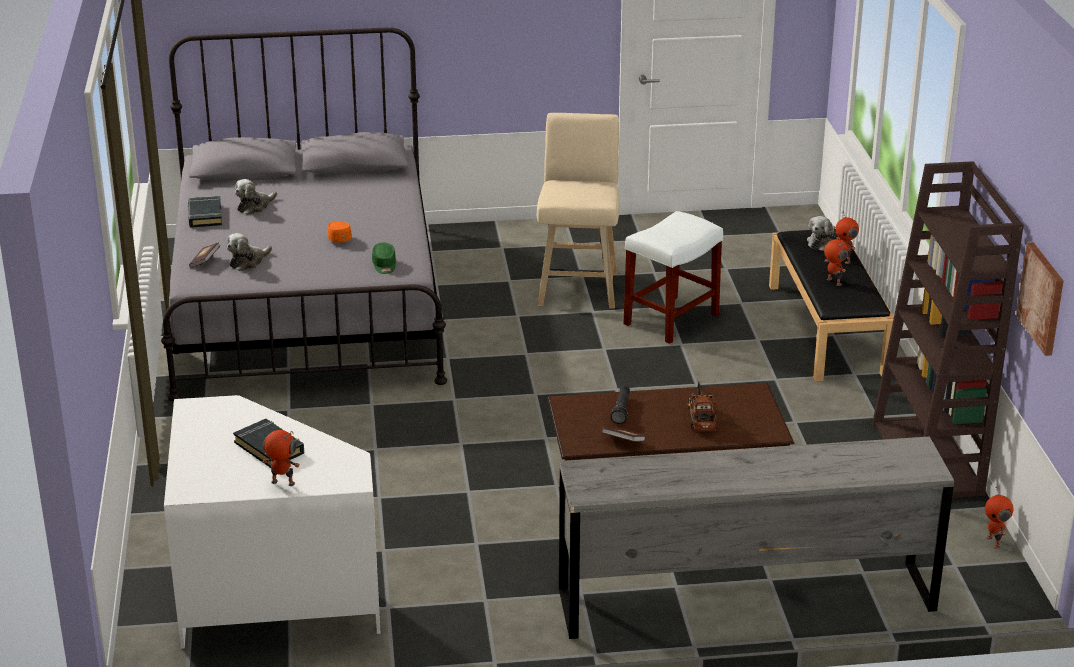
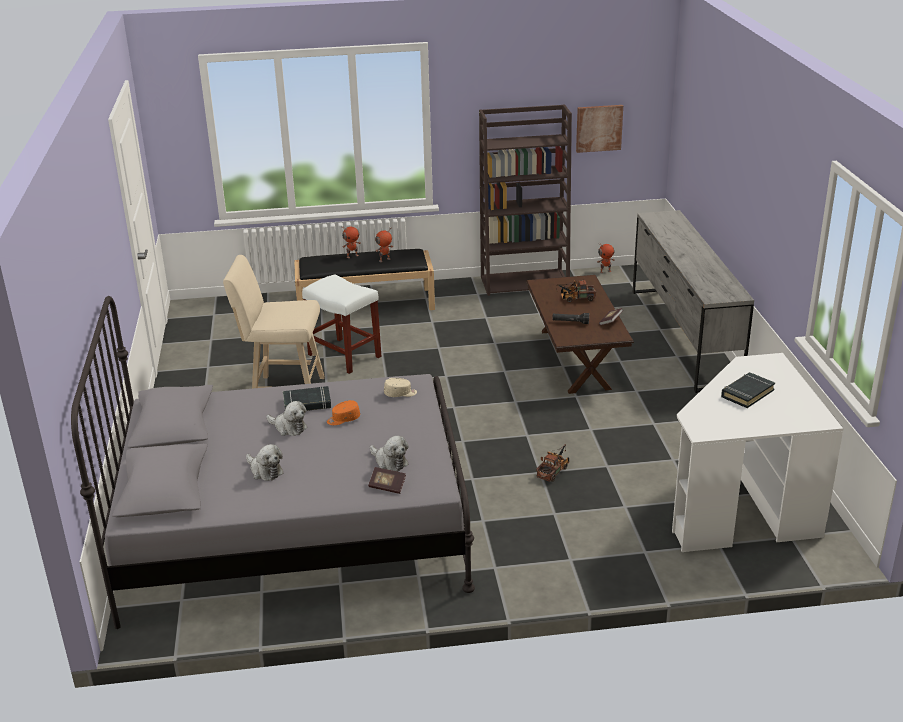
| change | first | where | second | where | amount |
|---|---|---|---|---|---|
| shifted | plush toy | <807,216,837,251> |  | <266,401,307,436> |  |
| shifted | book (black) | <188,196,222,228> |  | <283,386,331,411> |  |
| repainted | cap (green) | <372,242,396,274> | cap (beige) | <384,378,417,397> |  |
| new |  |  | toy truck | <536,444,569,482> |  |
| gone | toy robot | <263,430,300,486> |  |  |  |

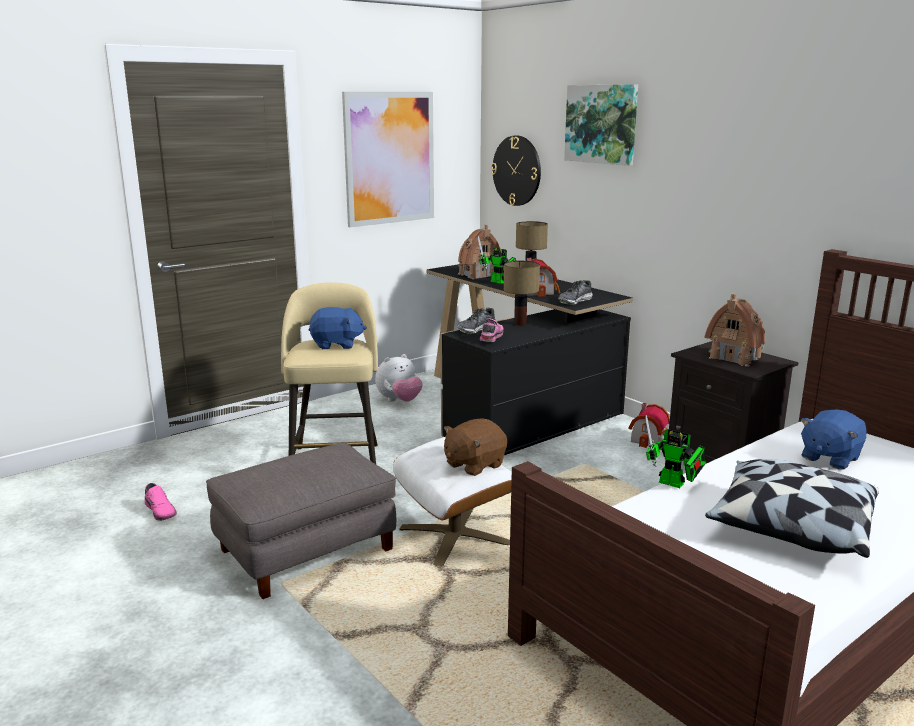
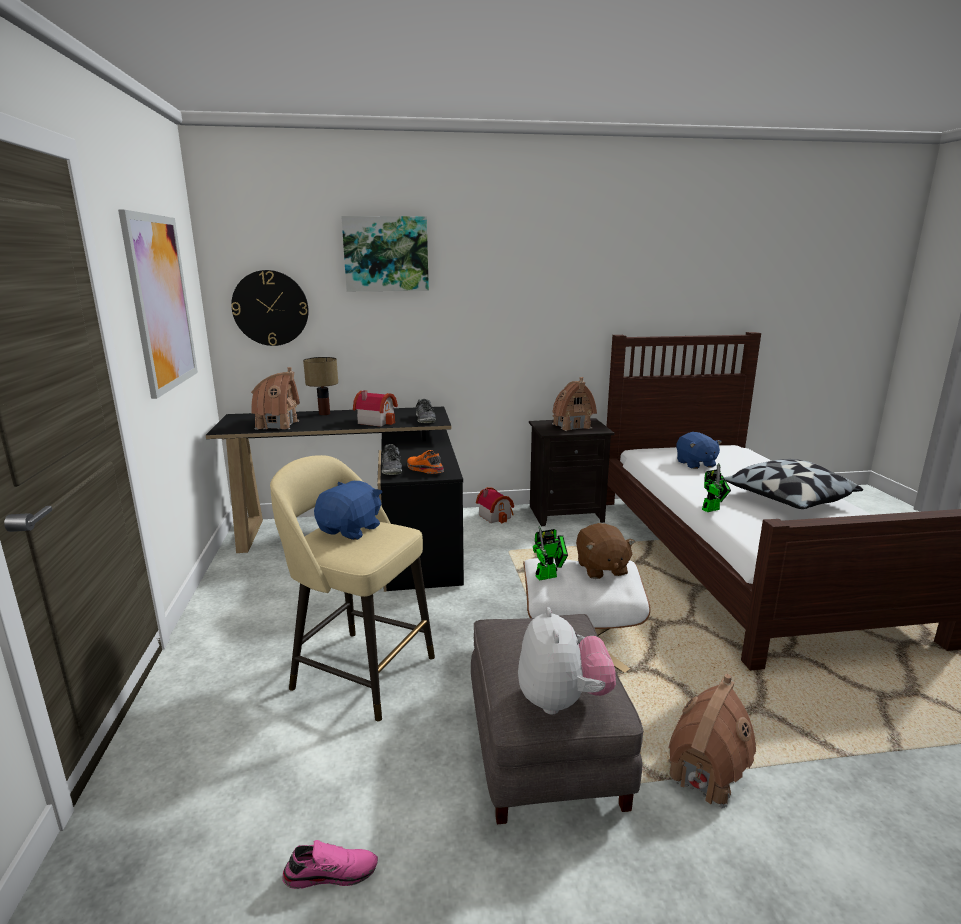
| change | first | where | second | where | amount |
|---|---|---|---|---|---|
| repainted | shoe (pink) | <480,318,504,342> | shoe (orange) | <407,450,444,474> |  |
| shifted | plush toy | <375,354,423,402> |  | <518,607,616,715> |  |
| shifted | toy robot | <478,236,516,284> |  | <533,526,568,581> |  |
| new |  |  | toy house | <668,674,756,808> |  |
| gone | table lamp | <504,261,540,325> |  |  |  |

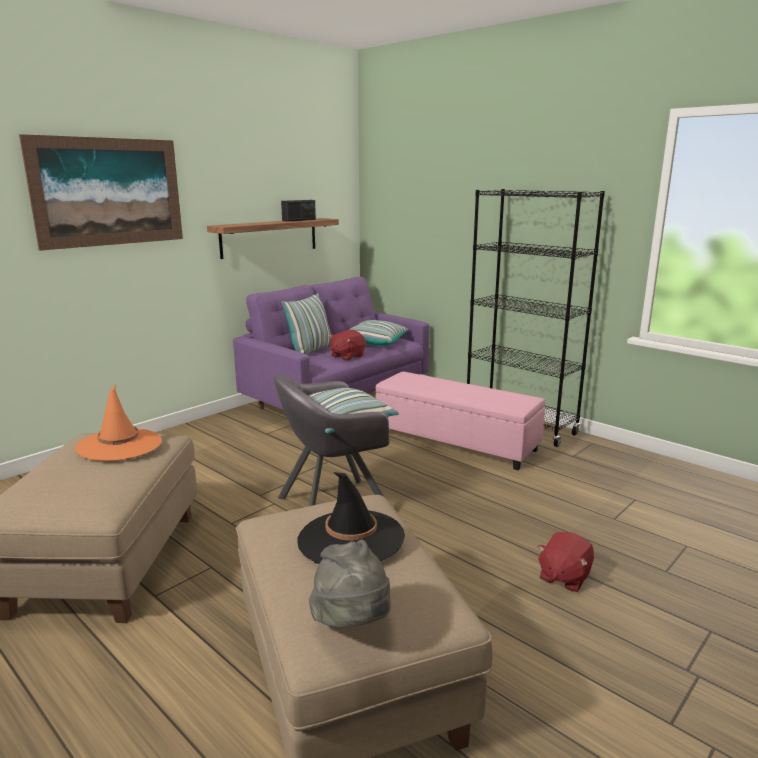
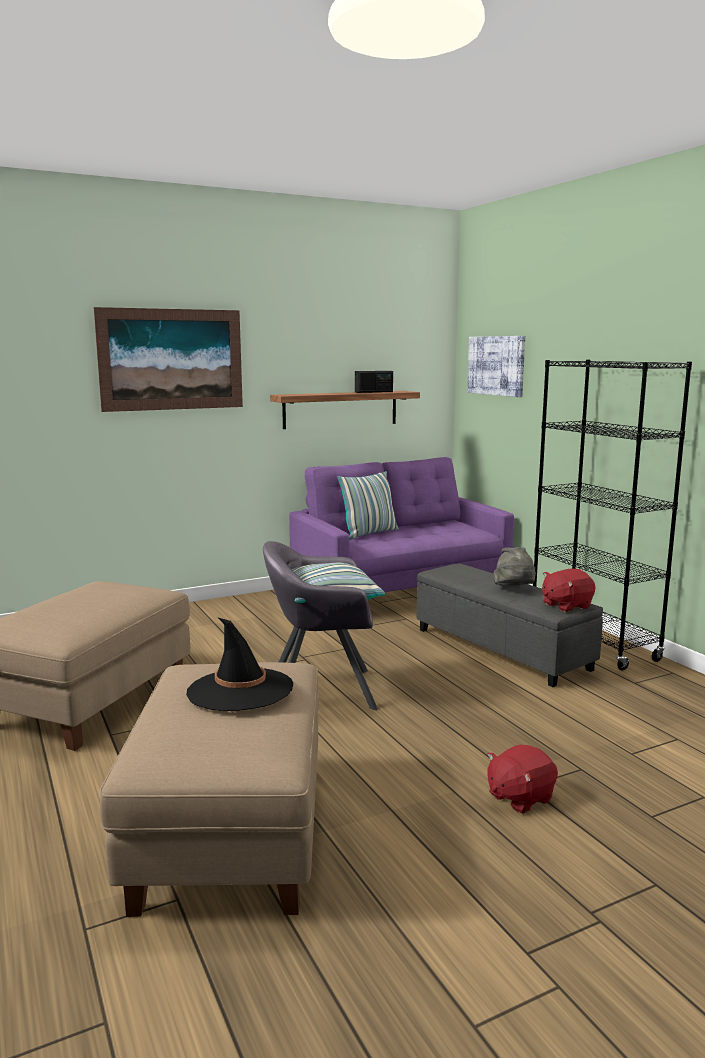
| change | first | where | second | where | amount |
|---|---|---|---|---|---|
| repainted | ottoman (pink) | <376,372,545,470> | ottoman (grey) | <417,563,603,687> |  |
| new |  |  | picture | <467,336,525,397> |  |
| shifted | hat (grey) | <309,539,391,627> |  | <493,547,536,586> |  |
| shifted | plush toy (red) | <329,330,366,361> |  | <542,569,596,612> |  |
| gone | hat (orange) | <75,384,162,461> |  |  |  |
| gone | pillow | <349,320,408,346> |  |  |  |

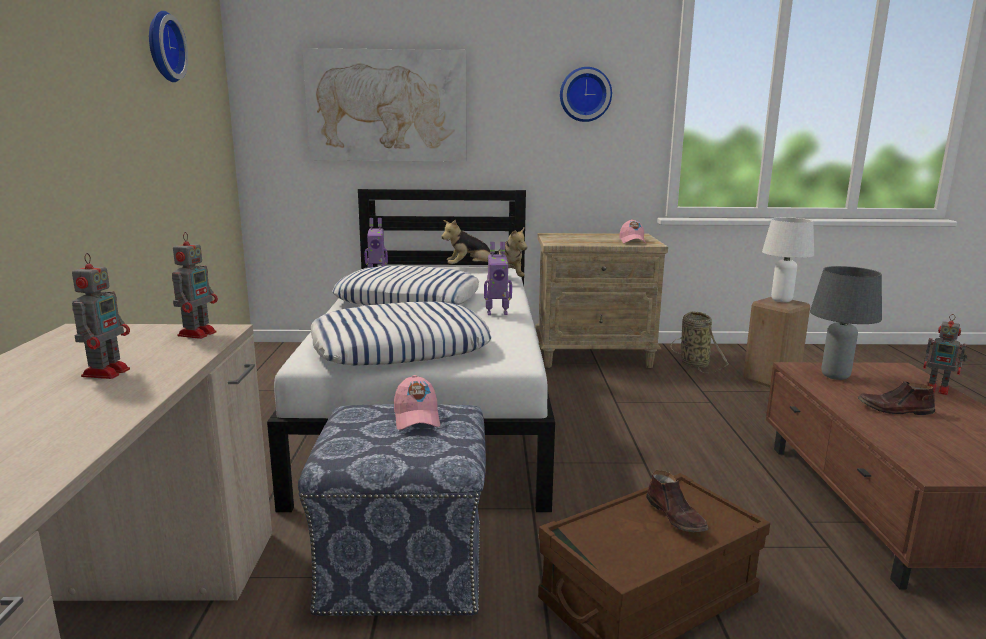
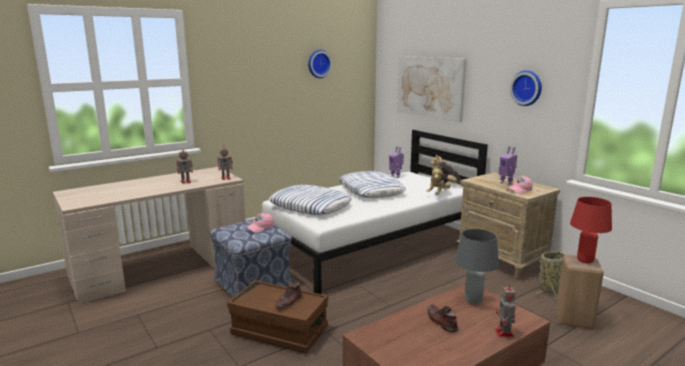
| change | first | where | second | where | amount |
|---|---|---|---|---|---|
| shifted | toy robot | <484,242,512,315> |  | <499,146,517,185> |  |
| repainted | table lamp (white) | <762,217,814,303> | table lamp (red) | <570,197,612,263> |  |

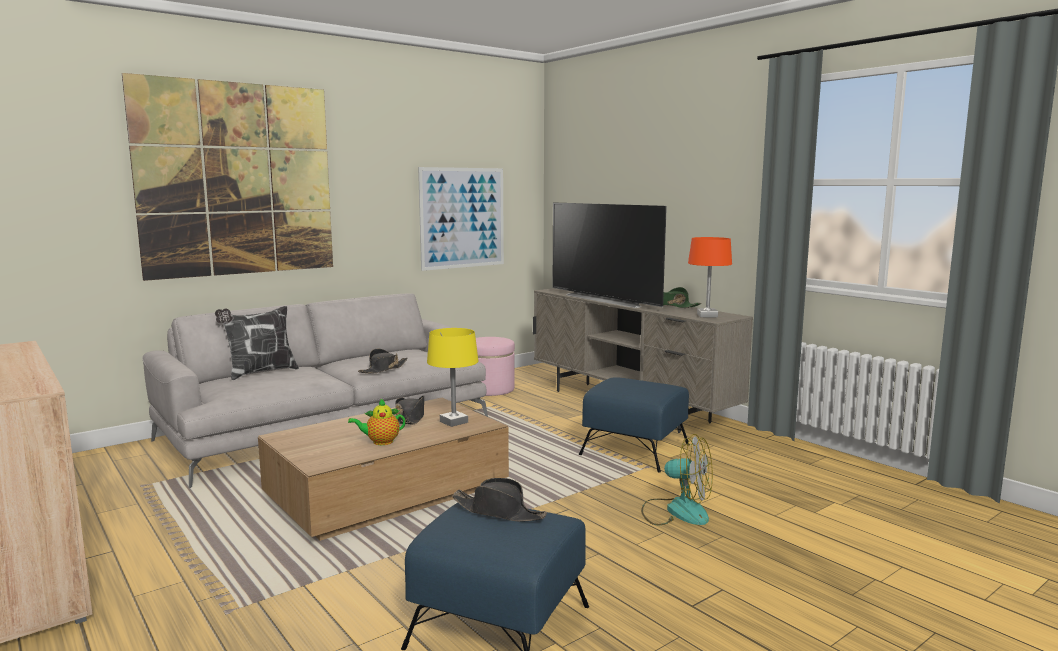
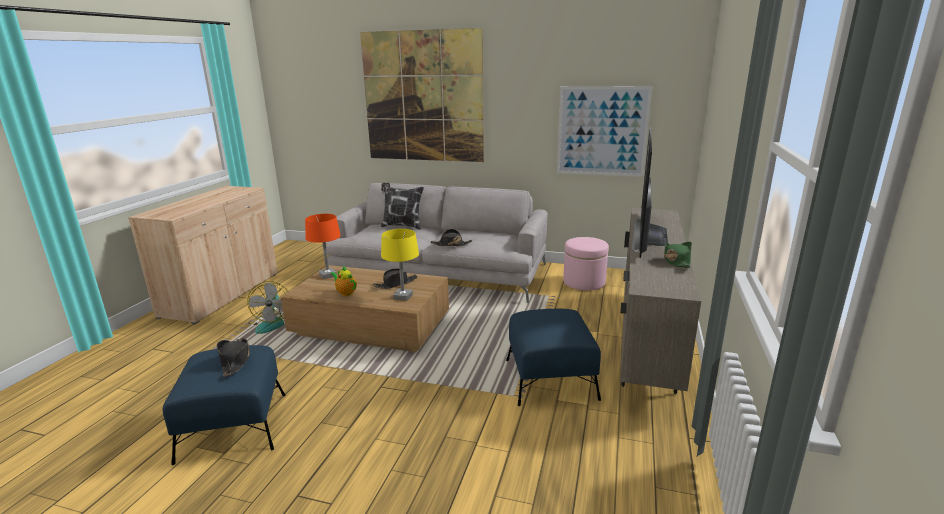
| change | first | where | second | where | amount |
|---|---|---|---|---|---|
| shifted | fan | <641,434,713,525> |  | <247,281,289,334> |  |
| shifted | table lamp (orange) | <688,237,732,317> |  | <305,214,341,279> |  |

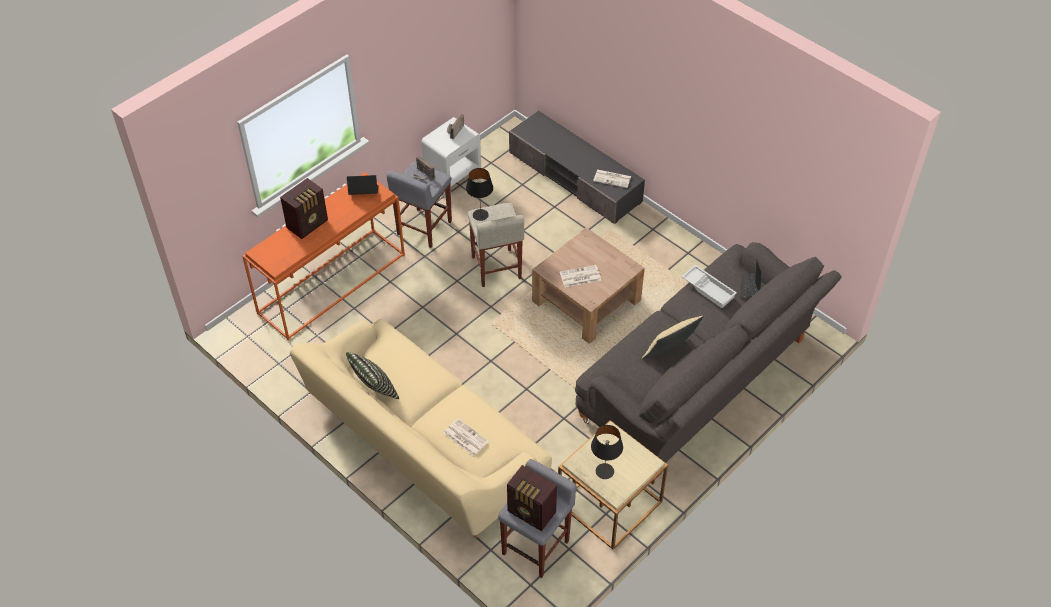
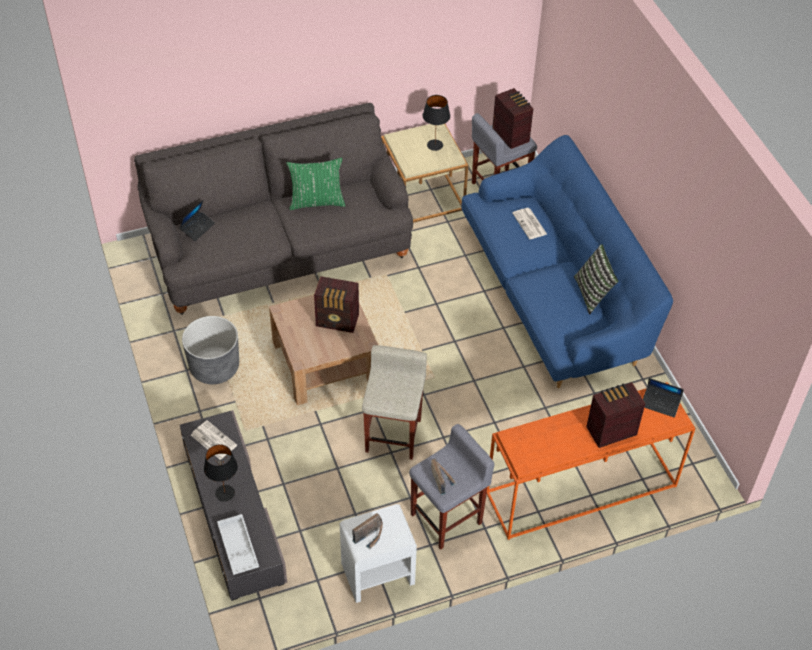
| change | first | where | second | where | amount |
|---|---|---|---|---|---|
| new |  |  | planter (grey) | <182,316,239,384> |  |
| shifted | table lamp (black) | <466,168,493,221> |  | <204,444,238,502> |  |
| shifted | tray (white) | <682,265,737,308> |  | <217,514,259,575> |  |
| repainted | pillow (beige) | <642,316,704,359> | pillow (green) | <286,158,345,210> |  |
| swapped | newspaper | <560,265,601,287> | radio | <314,276,359,333> |  |
| repainted | sofa (beige) | <290,319,552,538> | sofa (blue) | <461,135,673,388> |  |
| shifted | laptop | <347,175,378,195> |  | <643,378,684,418> |  |

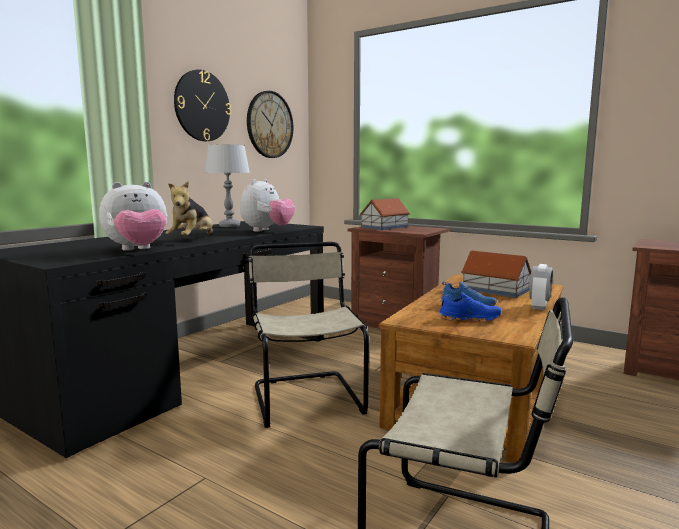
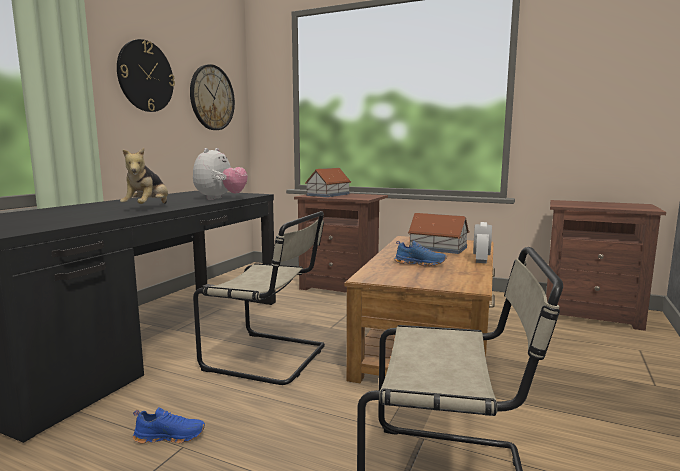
| change | first | where | second | where | amount |
|---|---|---|---|---|---|
| shifted | shoe (blue) | <438,292,501,322> |  | <133,407,205,443> |  |
| rotated | chair (beige) | <248,242,369,428> |  | <193,211,325,385> | 135 degrees clockwise |
| gone | plush toy | <99,182,167,251> |  |  |  |
| gone | table lamp (grey) | <205,144,250,227> |  |  |  |

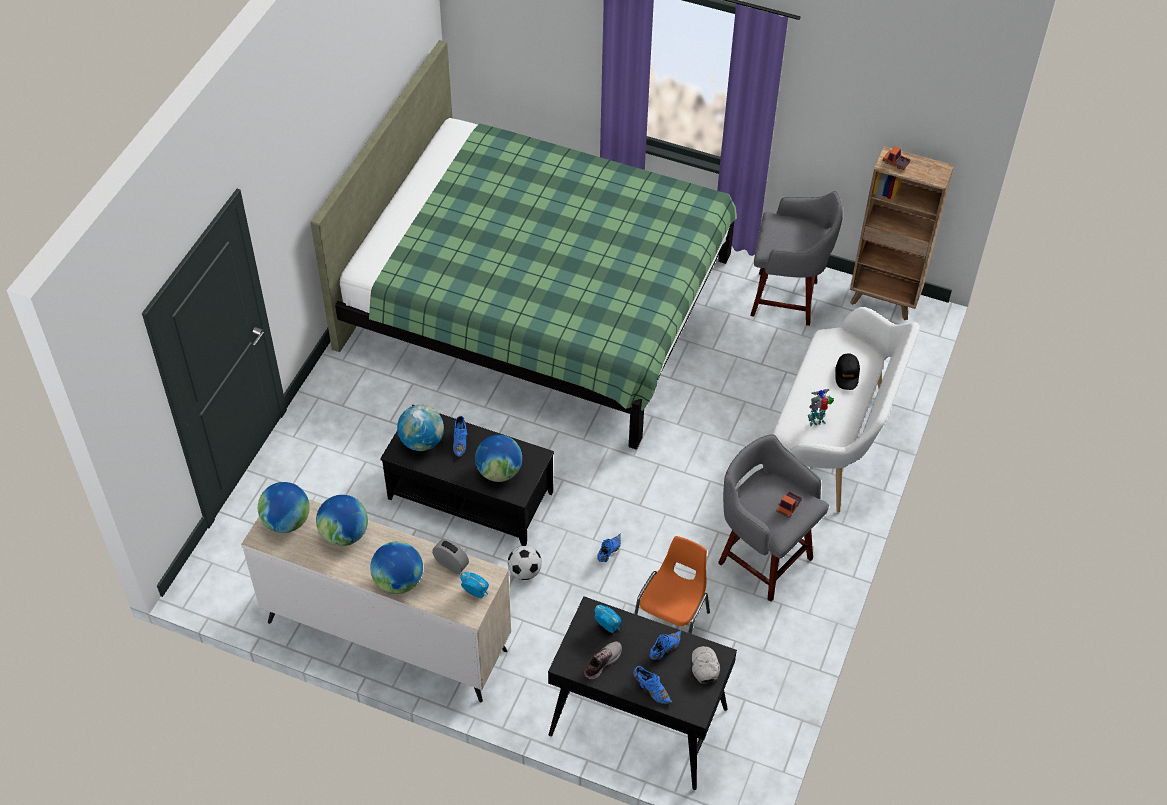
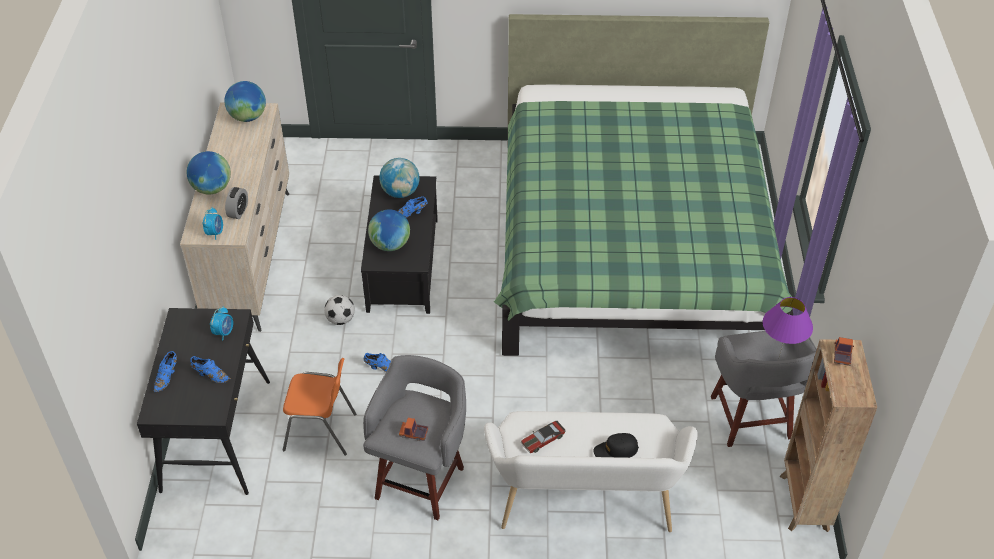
| change | first | where | second | where | amount |
|---|---|---|---|---|---|
| swapped | toy robot | <808,389,834,426> | toy car | <521,421,566,453> |  |
| new |  |  | table lamp (purple) | <763,297,813,358> |  |
| gone | globe | <316,495,368,546> |  |  |  |
| gone | shoe | <584,642,622,679> |  |  |  |
| gone | cap (white) | <692,646,720,684> |  |  |  |

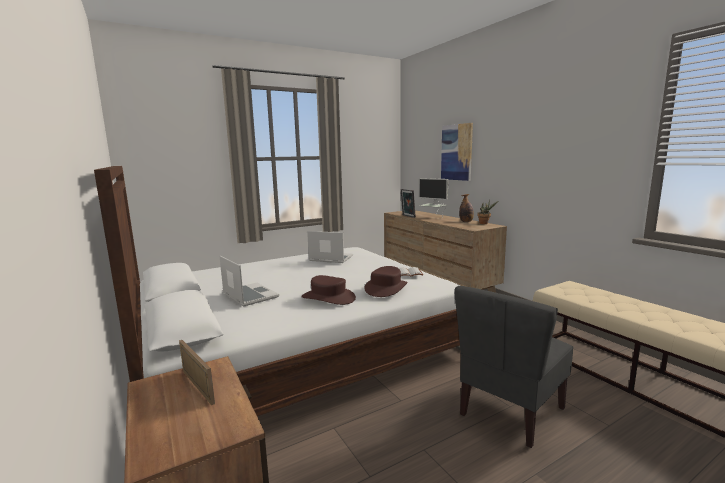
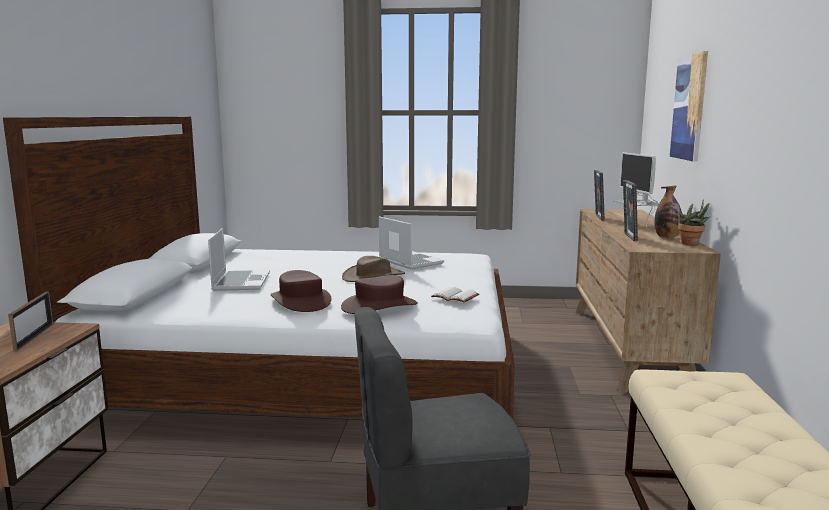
| change | first | where | second | where | amount |
|---|---|---|---|---|---|
| new |  |  | hat (brown) | <342,256,405,282> |  |
| new |  |  | picture frame | <623,180,638,241> |  |

